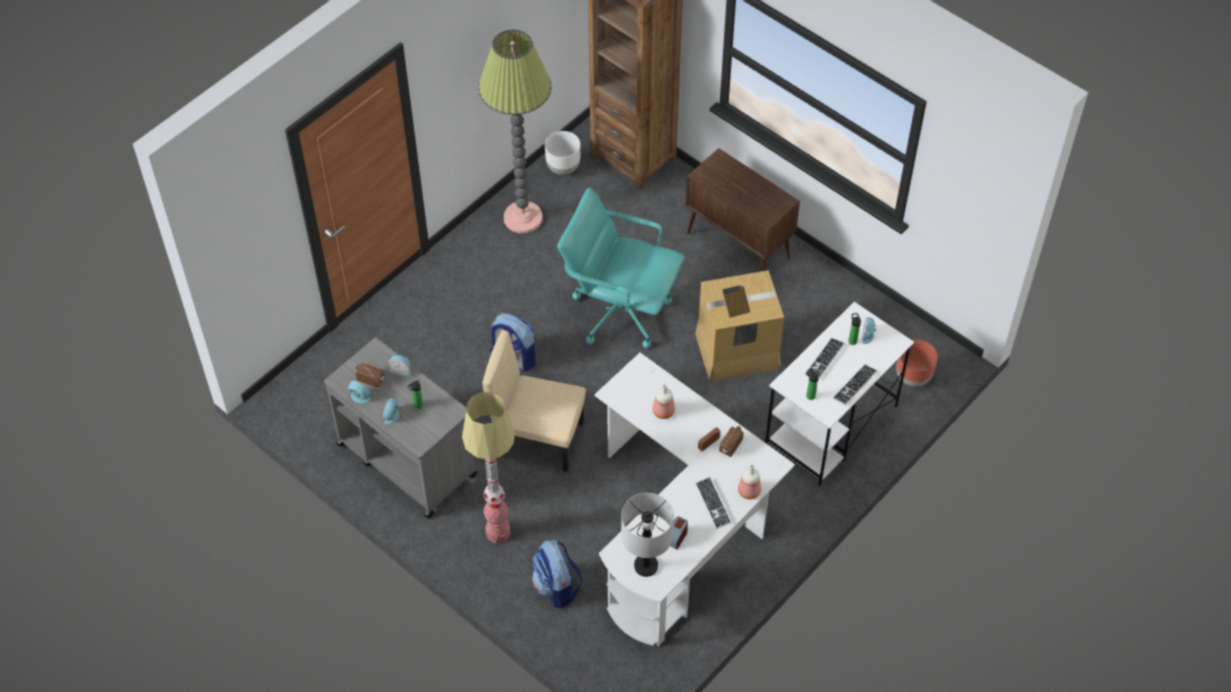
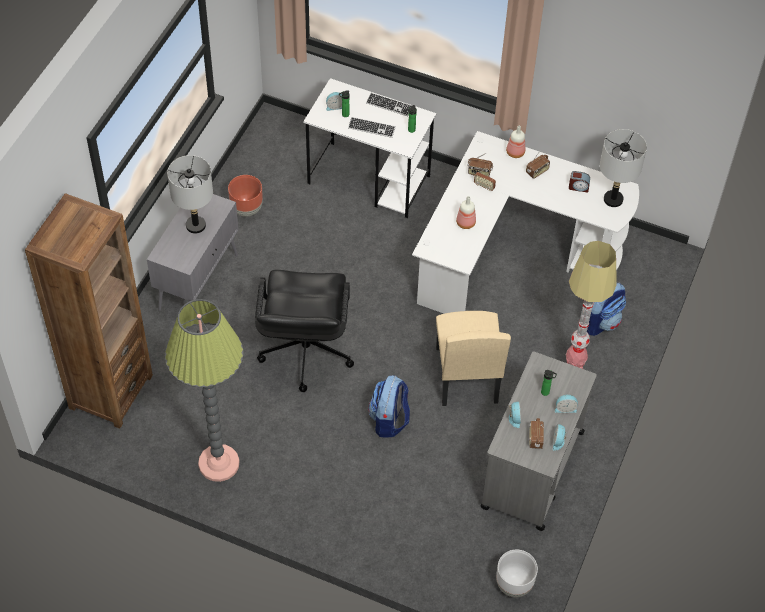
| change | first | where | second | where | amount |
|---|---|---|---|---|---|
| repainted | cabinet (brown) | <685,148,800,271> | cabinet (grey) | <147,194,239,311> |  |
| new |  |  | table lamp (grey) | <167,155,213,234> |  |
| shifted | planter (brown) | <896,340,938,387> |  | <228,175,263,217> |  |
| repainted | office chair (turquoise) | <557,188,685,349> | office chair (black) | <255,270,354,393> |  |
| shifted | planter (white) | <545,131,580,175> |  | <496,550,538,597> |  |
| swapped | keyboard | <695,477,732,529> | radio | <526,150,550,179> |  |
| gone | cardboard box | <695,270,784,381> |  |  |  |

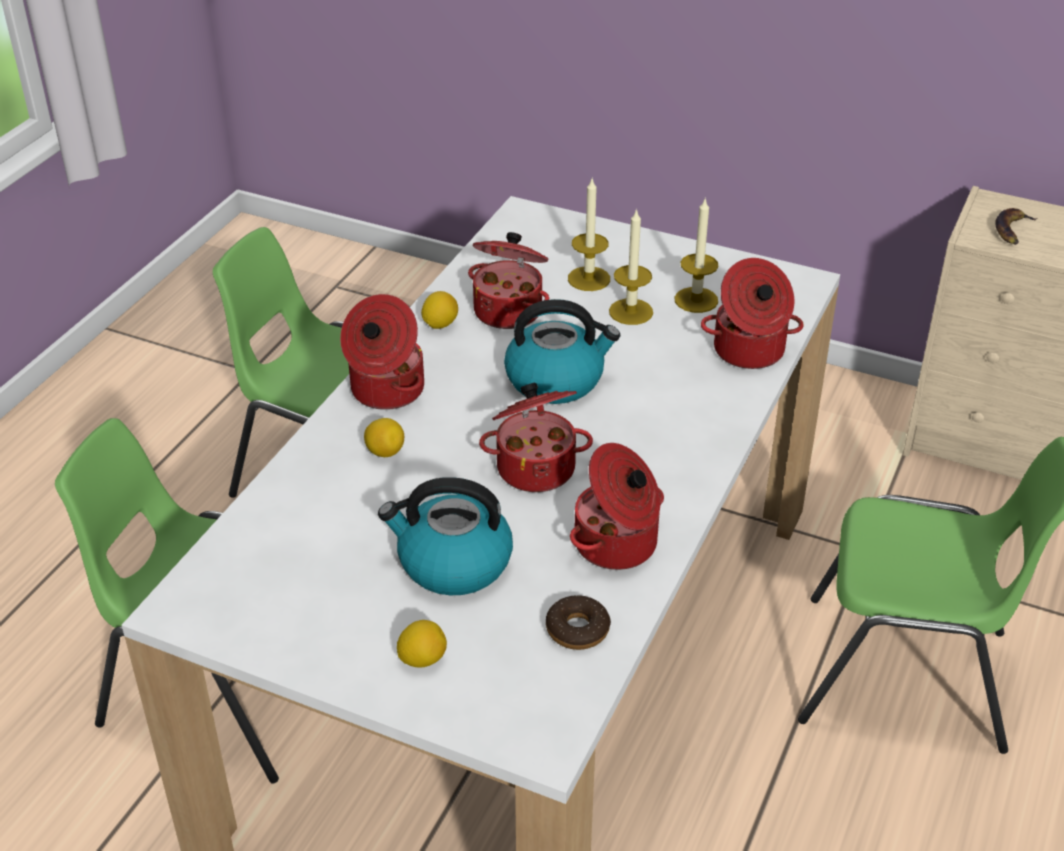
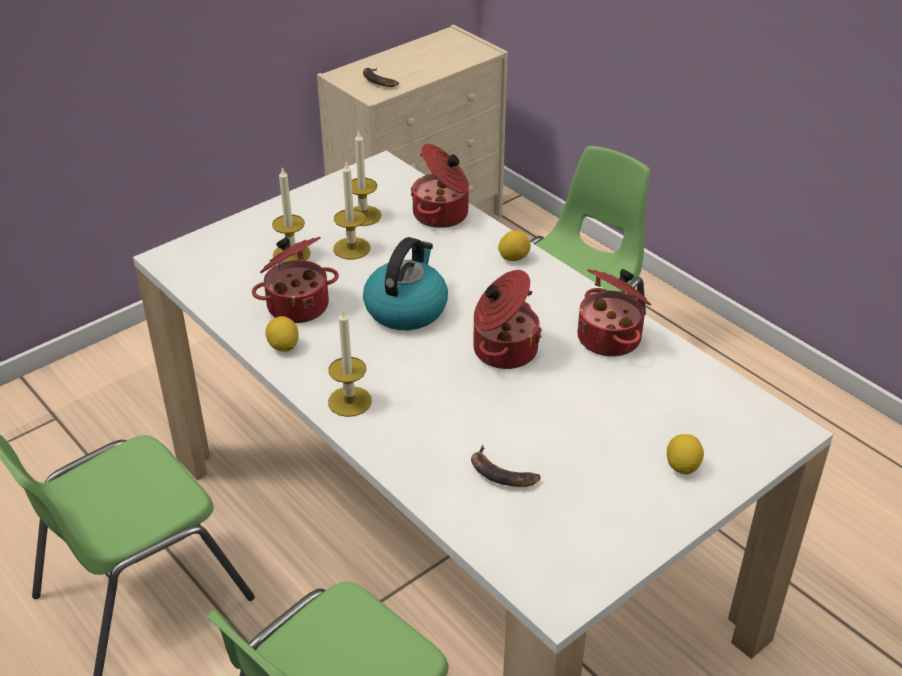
| change | first | where | second | where | amount |
|---|---|---|---|---|---|
| swapped | cooking pot | <340,294,424,410> | candle | <328,310,372,417> |  |
| new |  |  | banana | <471,445,541,487> |  |
| shifted | lemon | <364,418,404,457> |  | <498,230,531,261> |  |
| gone | kettle | <378,477,513,595> |  |  |  |
| gone | donut | <546,595,611,650> |  |  |  |

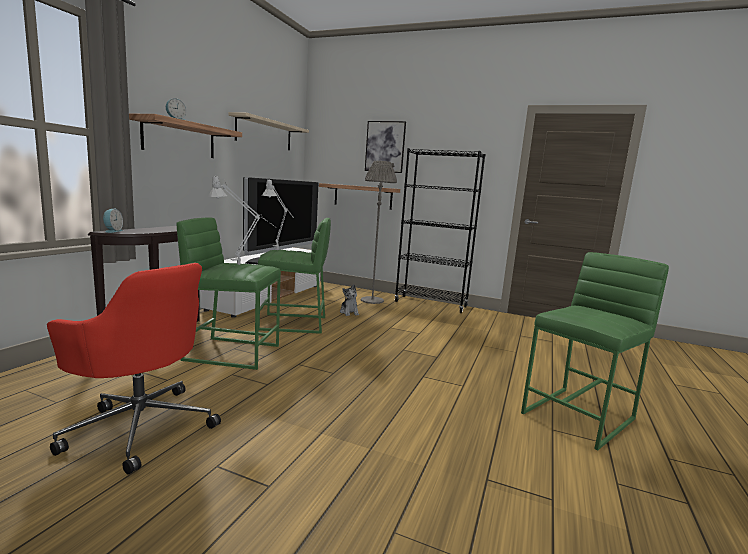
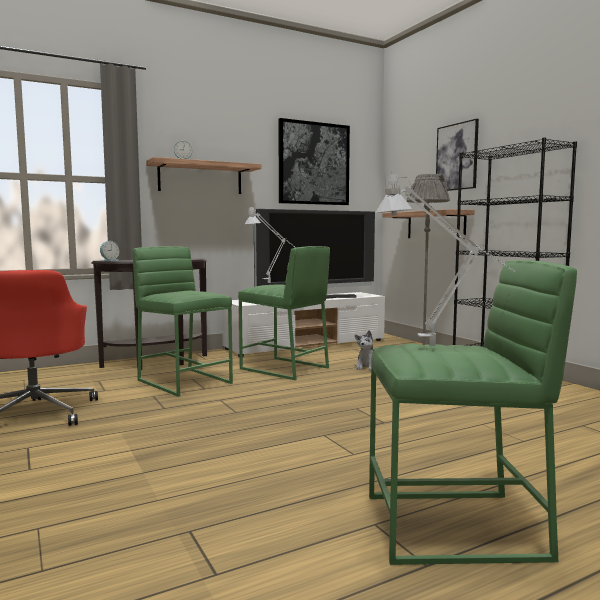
| change | first | where | second | where | amount |
|---|---|---|---|---|---|
| swapped | shelf (beige) | <228,112,309,150> | picture | <278,118,350,205> |  |
| shifted | table lamp (grey) | <207,175,276,265> |  | <375,171,514,346> |  |

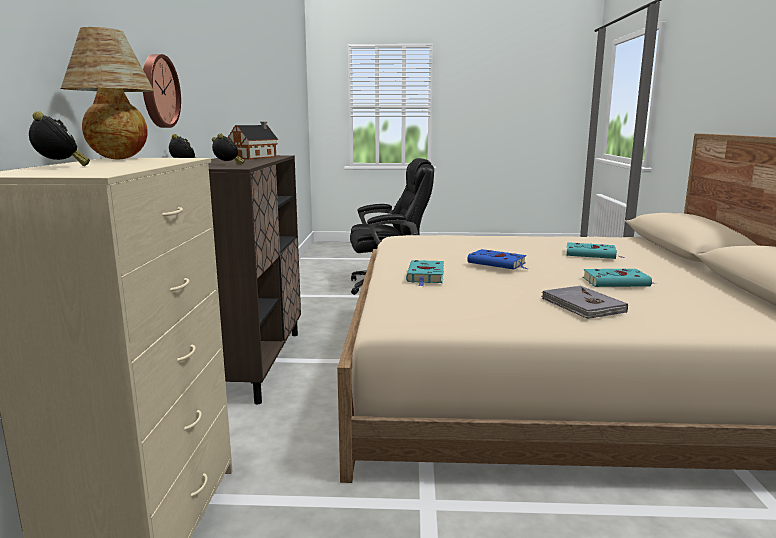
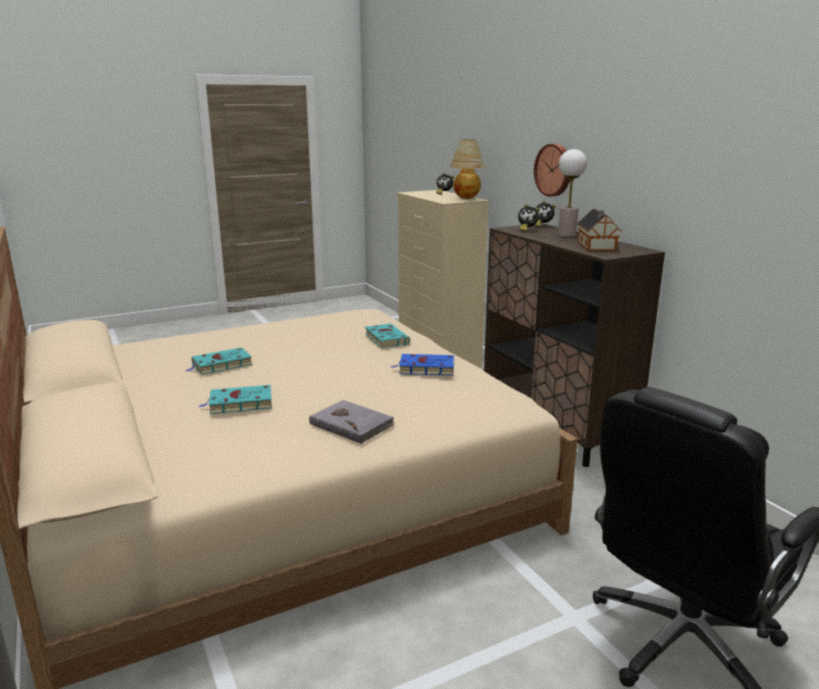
| change | first | where | second | where | amount |
|---|---|---|---|---|---|
| shifted | book (grey) | <542,286,628,319> |  | <309,400,395,444> |  |
| shifted | book (blue) | <467,249,529,269> |  | <390,354,455,376> |  |
| new |  |  | table lamp | <558,149,587,237> |  |

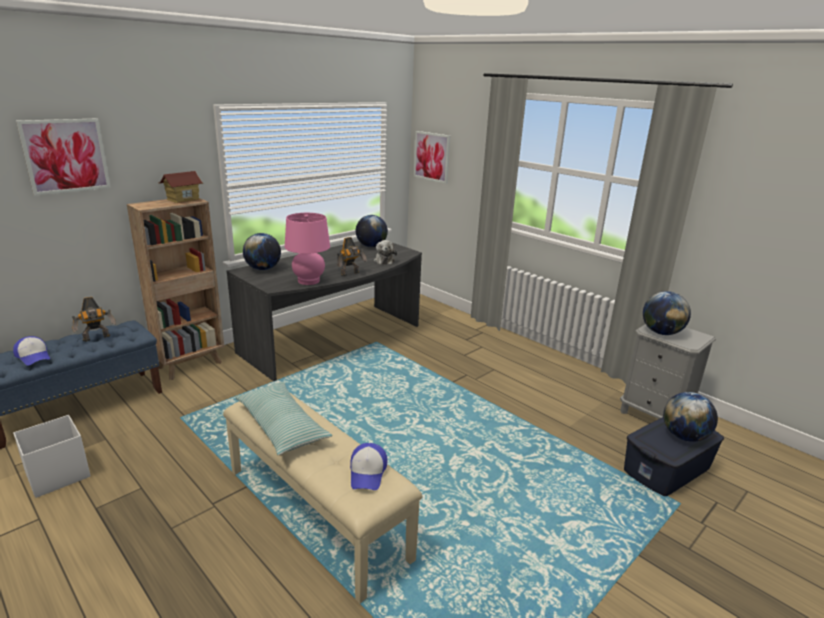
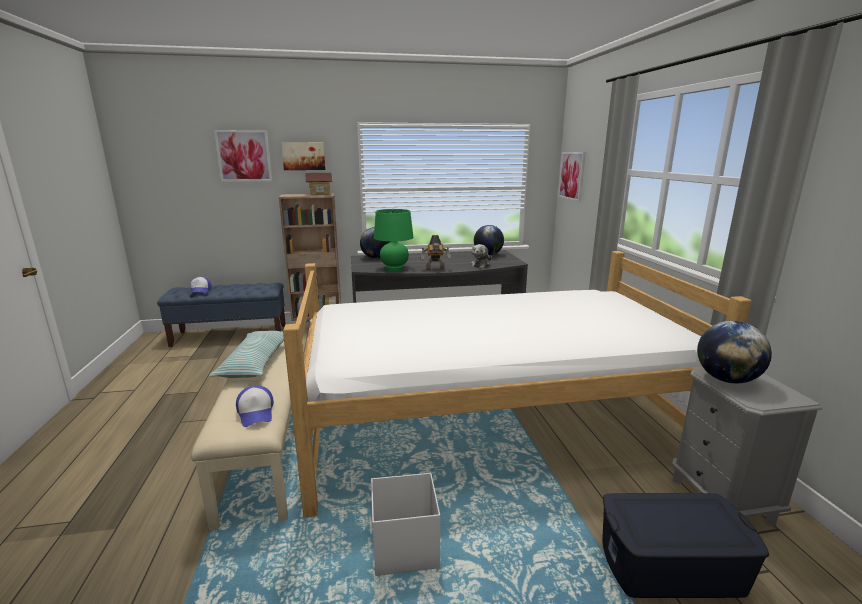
| change | first | where | second | where | amount |
|---|---|---|---|---|---|
| rotated | cap | <350,443,387,490> |  | <236,385,274,427> | 60 degrees counterclockwise |
| new |  |  | picture | <281,142,325,170> |  |
| new |  |  | bed | <283,251,752,518> |  |
| shifted | storage box (white) | <13,415,91,498> |  | <371,473,440,576> |  |
| repainted | table lamp (pink) | <285,213,330,285> | table lamp (green) | <374,209,413,272> |  |
| gone | toy robot | <72,297,116,342> |  |  |  |
| gone | globe | <663,392,718,442> |  |  |  |

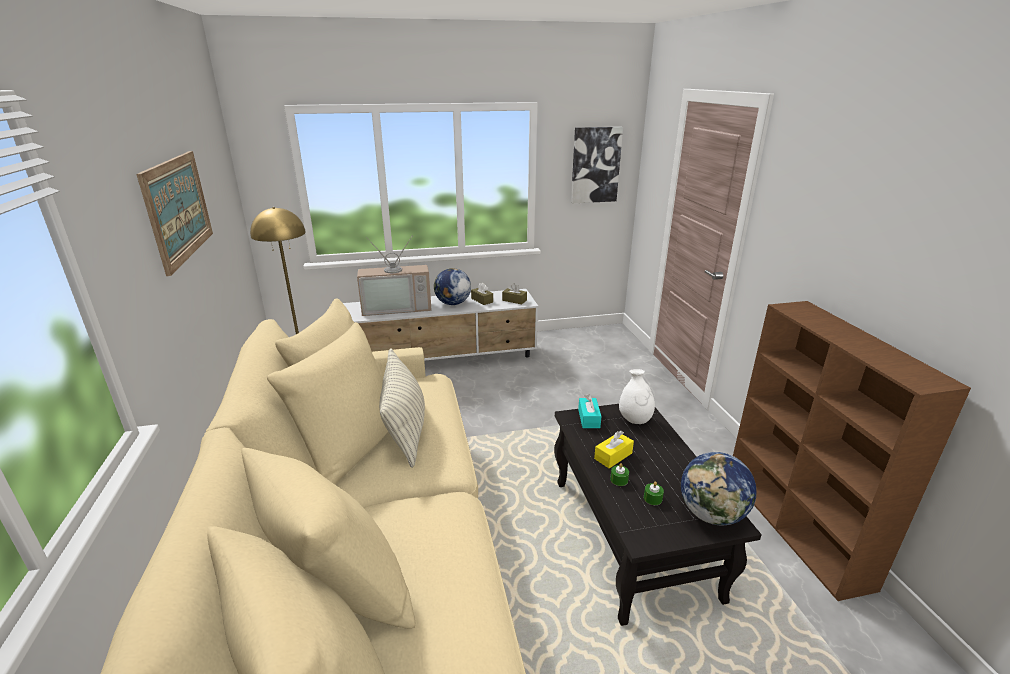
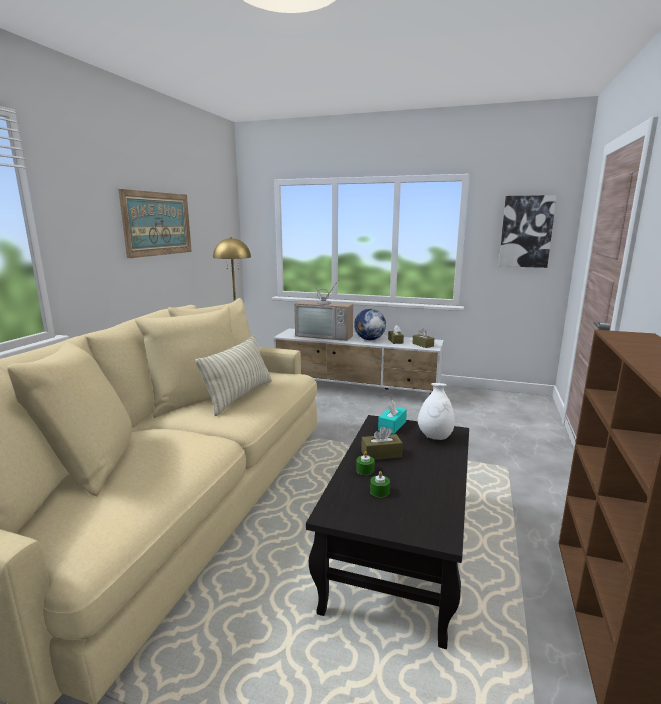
| change | first | where | second | where | amount |
|---|---|---|---|---|---|
| repainted | tissue box (yellow) | <594,431,634,468> | tissue box (brown) | <361,426,403,460> |  |
| gone | globe | <681,452,757,525> |  |  |  |

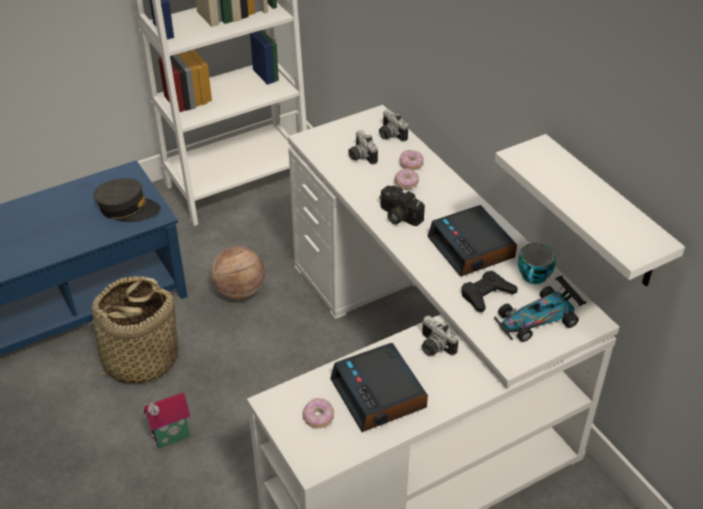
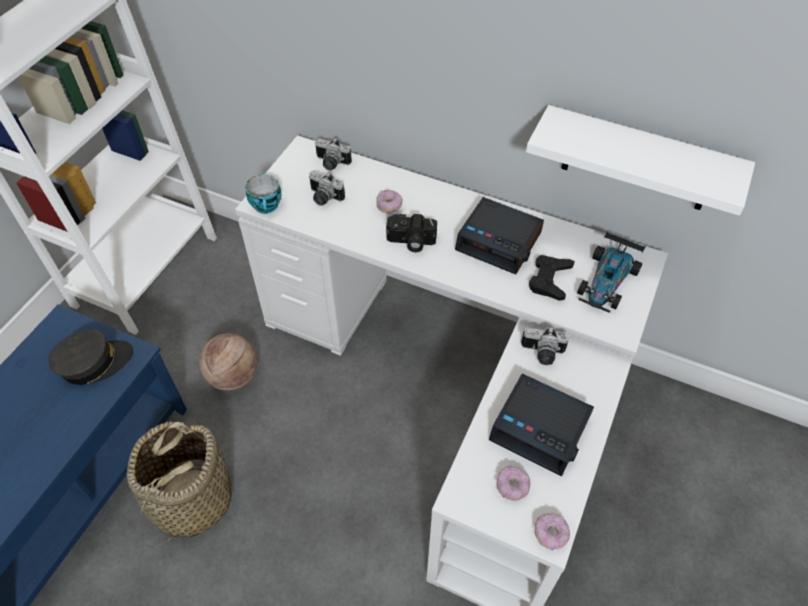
| change | first | where | second | where | amount |
|---|---|---|---|---|---|
| shifted | cup | <518,243,556,284> |  | <245,174,281,214> |  |
| shifted | donut | <399,150,424,170> |  | <535,513,570,551> |  |
| gone | toy house | <144,392,190,449> |  |  |  |

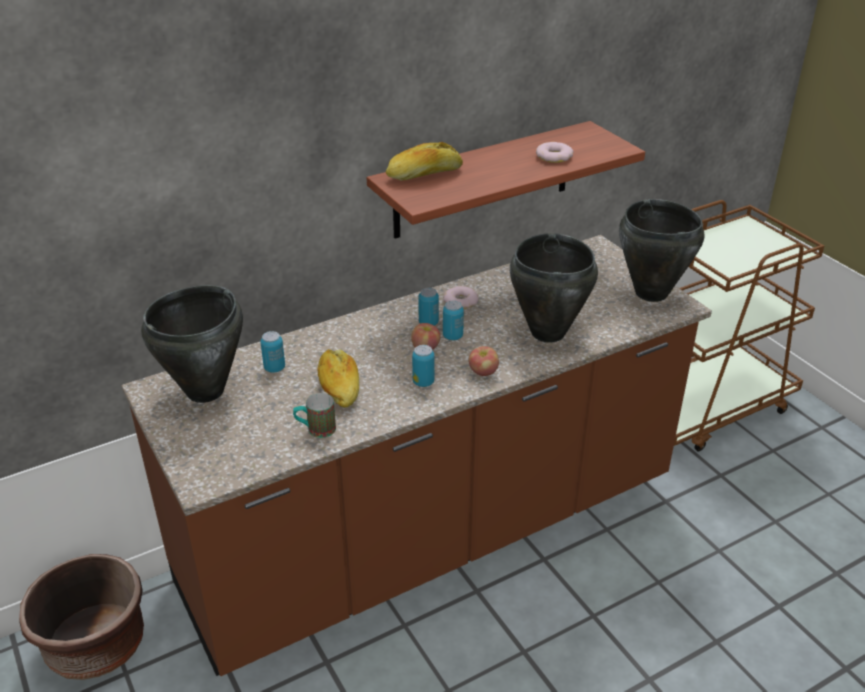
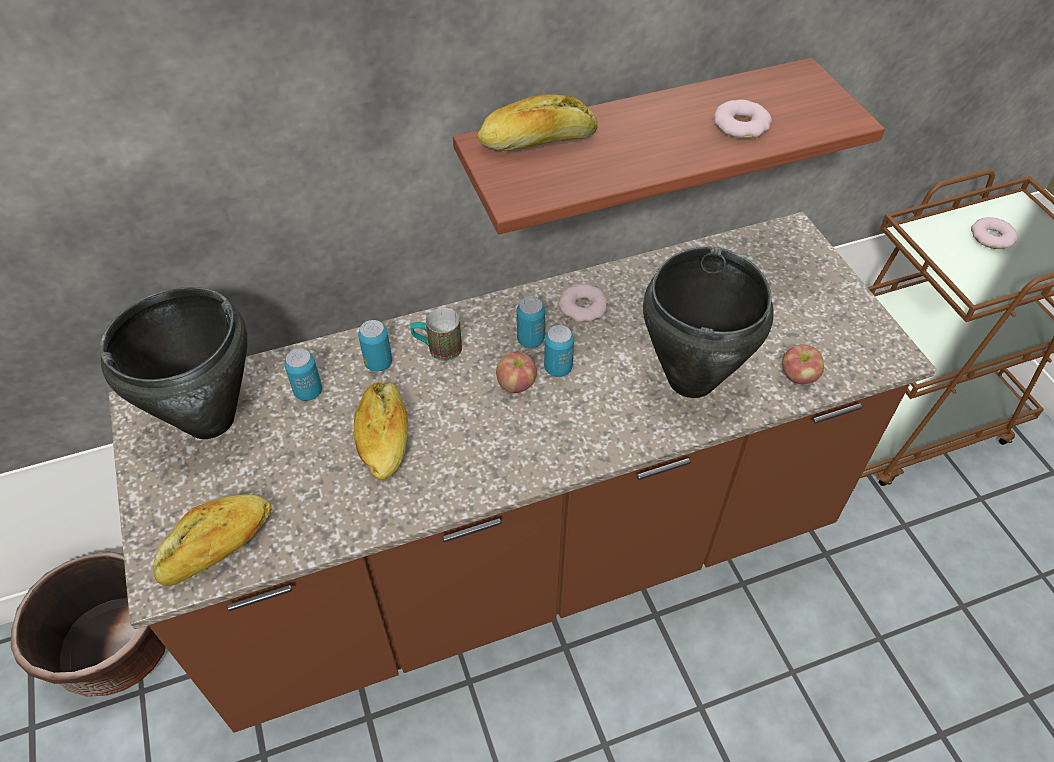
| change | first | where | second | where | amount |
|---|---|---|---|---|---|
| new |  |  | bread | <154,494,271,586> |  |
| shifted | can | <412,345,434,387> |  | <358,320,392,372> |  |
| shifted | mug | <293,393,336,438> |  | <410,308,462,361> |  |
| shifted | apple | <469,346,499,376> |  | <782,344,824,384> |  |
| new |  |  | donut | <971,217,1017,249> |  |
| gone | cooking pot (black) | <619,199,705,302> |  |  |  |

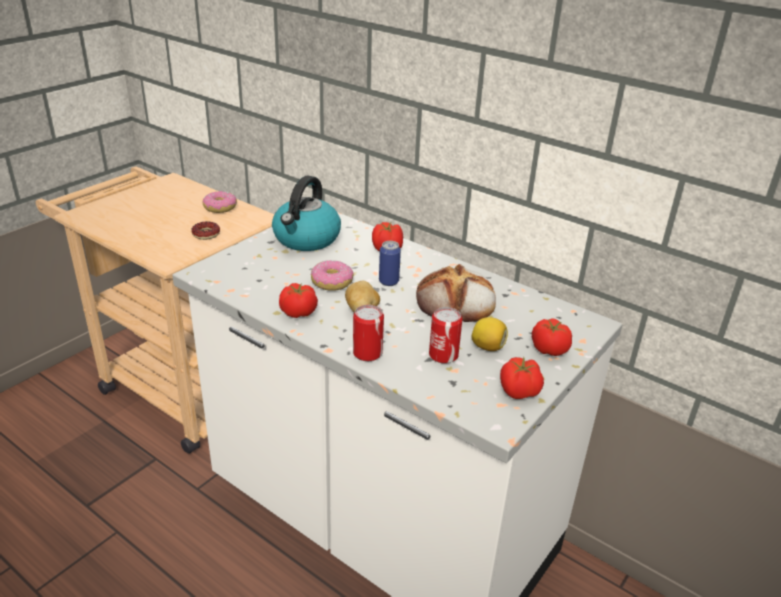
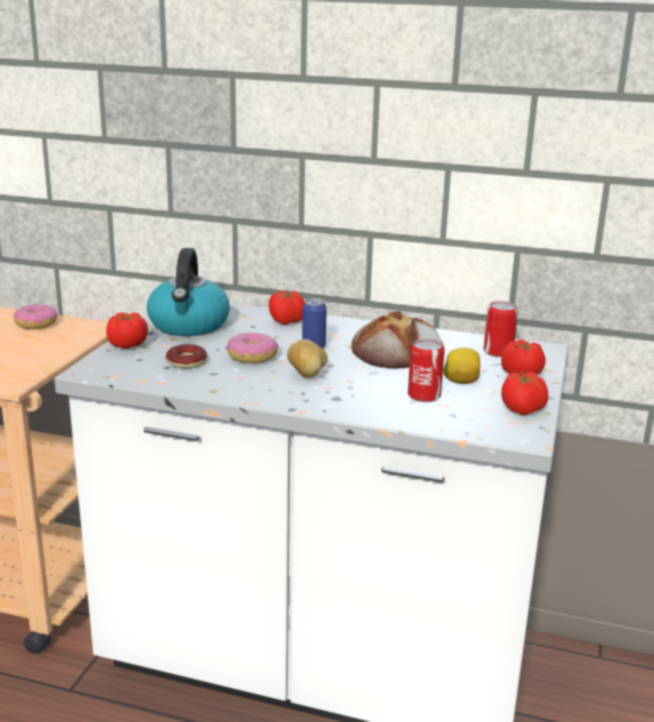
| change | first | where | second | where | amount |
|---|---|---|---|---|---|
| shifted | tomato | <279,283,318,318> |  | <106,312,148,349> |  |
| shifted | donut | <191,221,220,240> |  | <166,344,207,368> |  |
| shifted | can | <353,305,384,361> |  | <484,301,518,357> |  |

